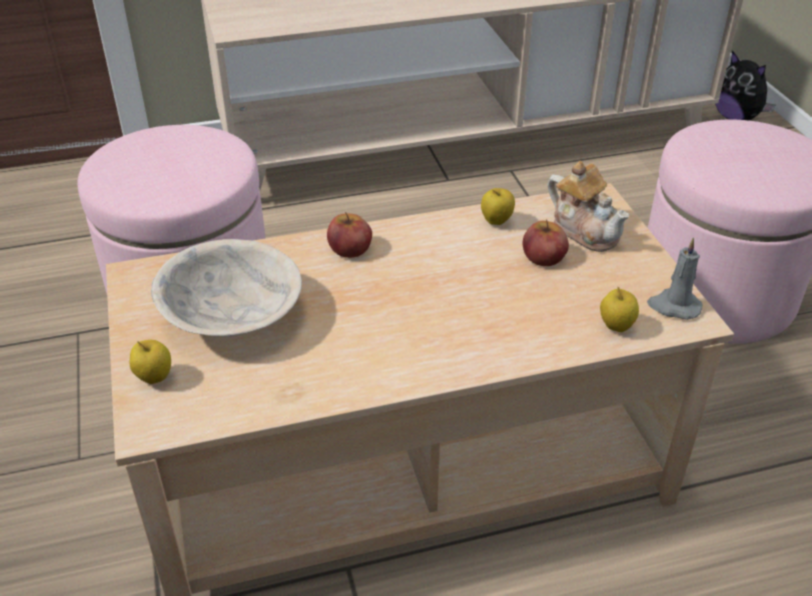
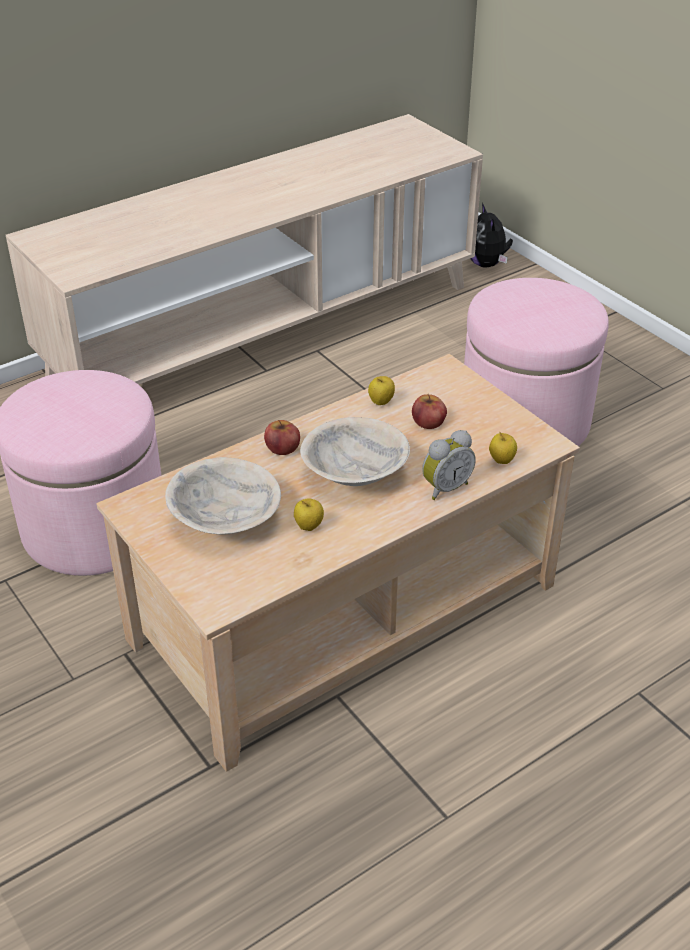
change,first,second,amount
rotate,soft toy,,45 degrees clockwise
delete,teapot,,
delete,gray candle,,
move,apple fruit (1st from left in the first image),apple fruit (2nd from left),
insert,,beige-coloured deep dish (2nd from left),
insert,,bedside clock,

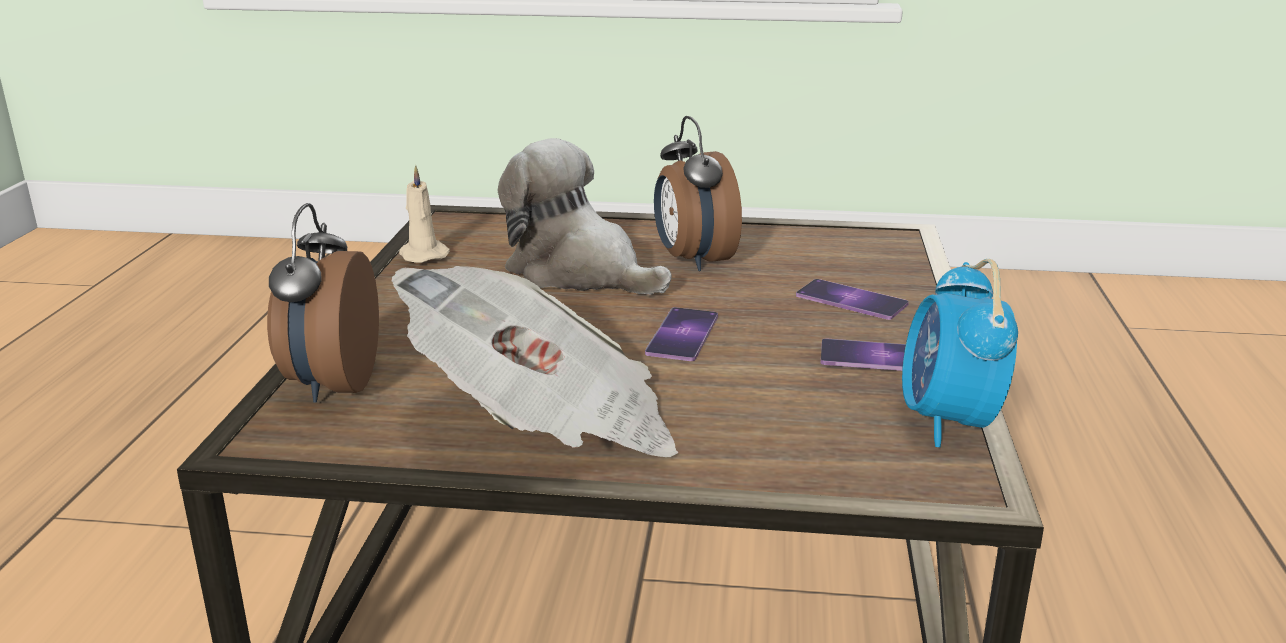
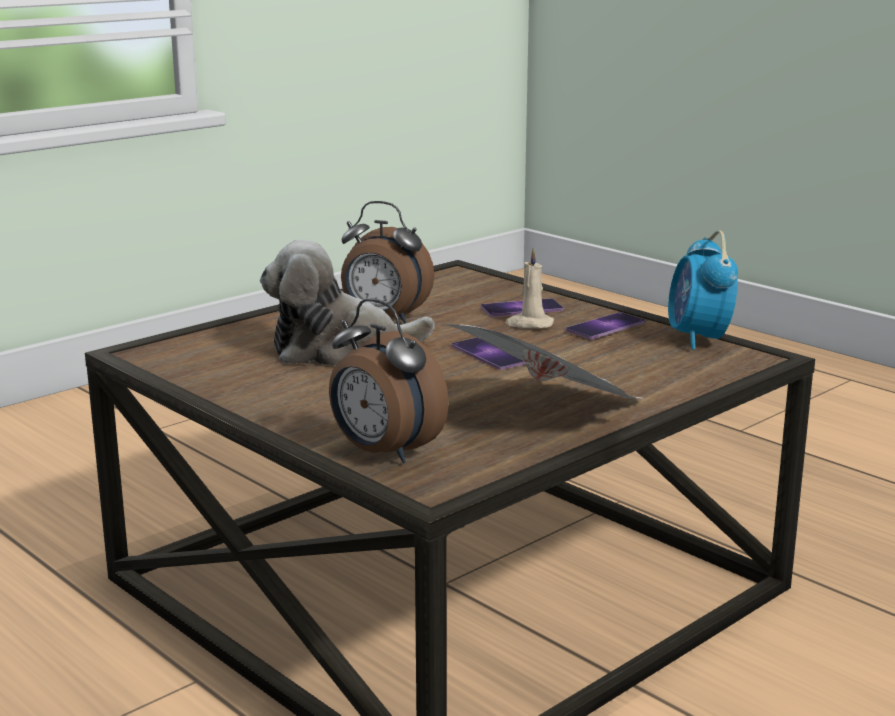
change,first,second,amount
move,beige-coloured candle,,
rotate,bedside clock (3rd from left),,45 degrees clockwise

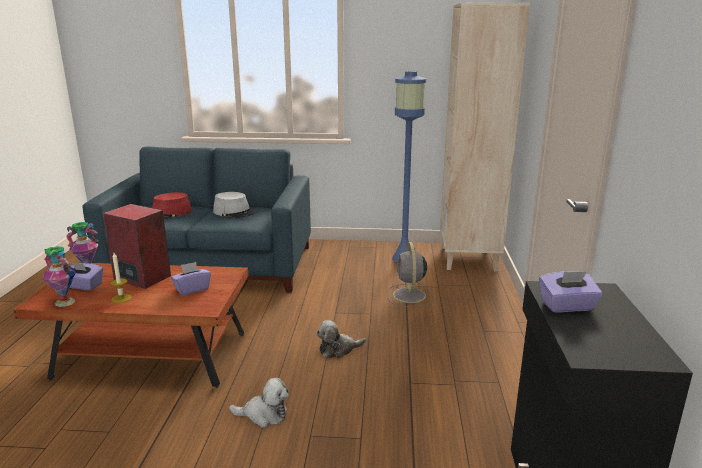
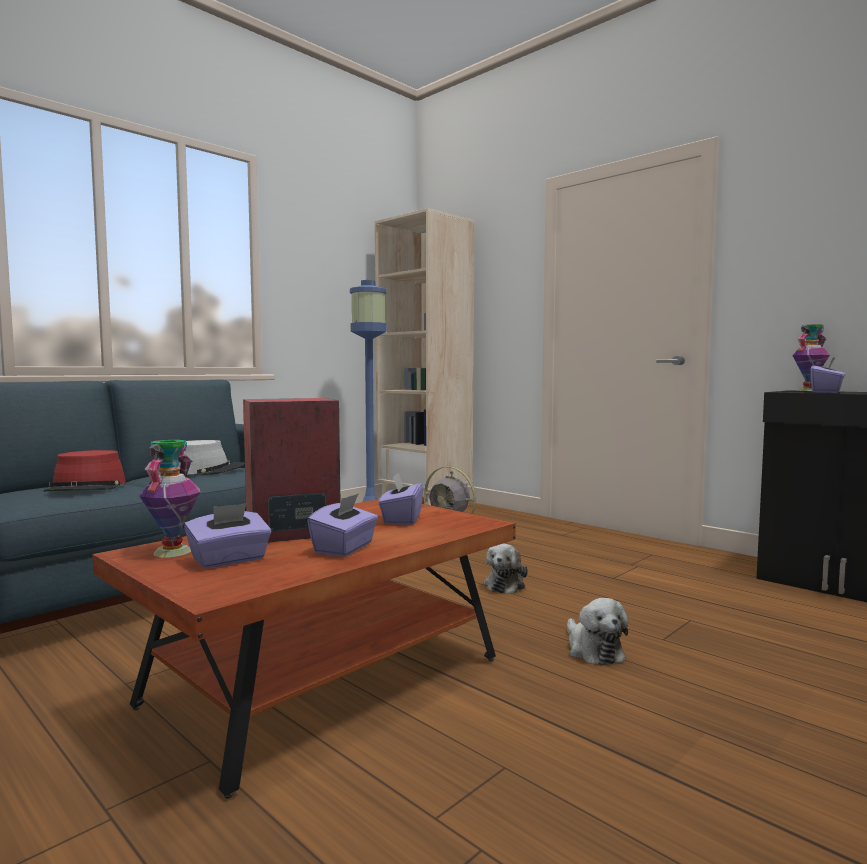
change,first,second,amount
move,flower vase (1st from left in the first image),flower vase (2nd from left),
replace,candle,purplish box of tissues (2nd from left),
rotate,soft toy (1st from left in the first image),soft toy (2nd from left),120 degrees clockwise

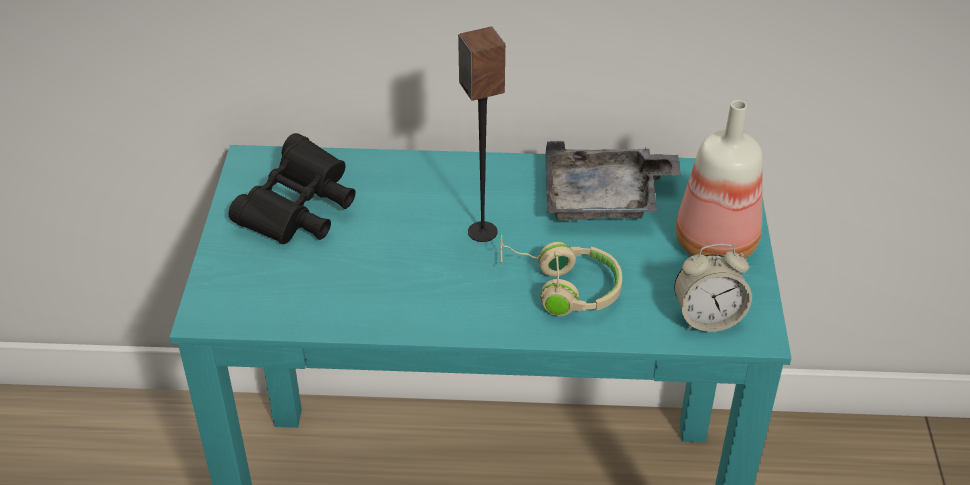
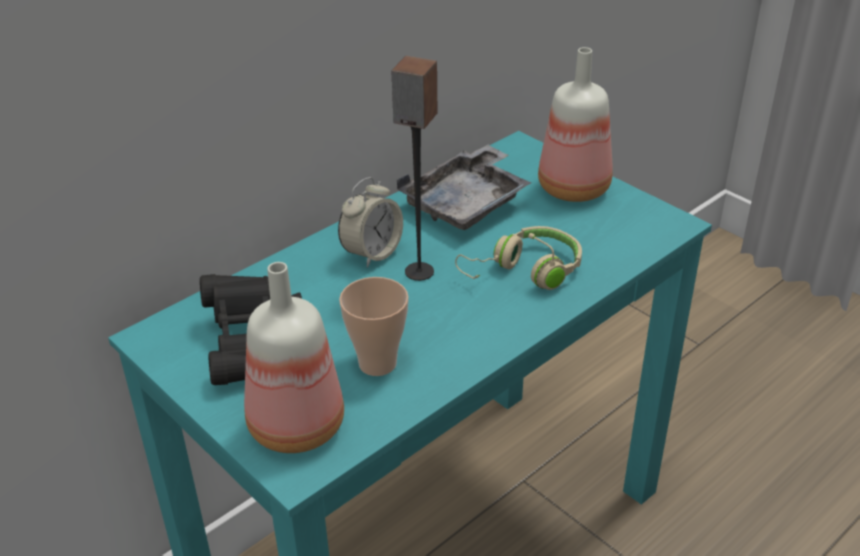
change,first,second,amount
move,bedside clock,,
insert,,beverage bottle (1st from left),
insert,,small cup,

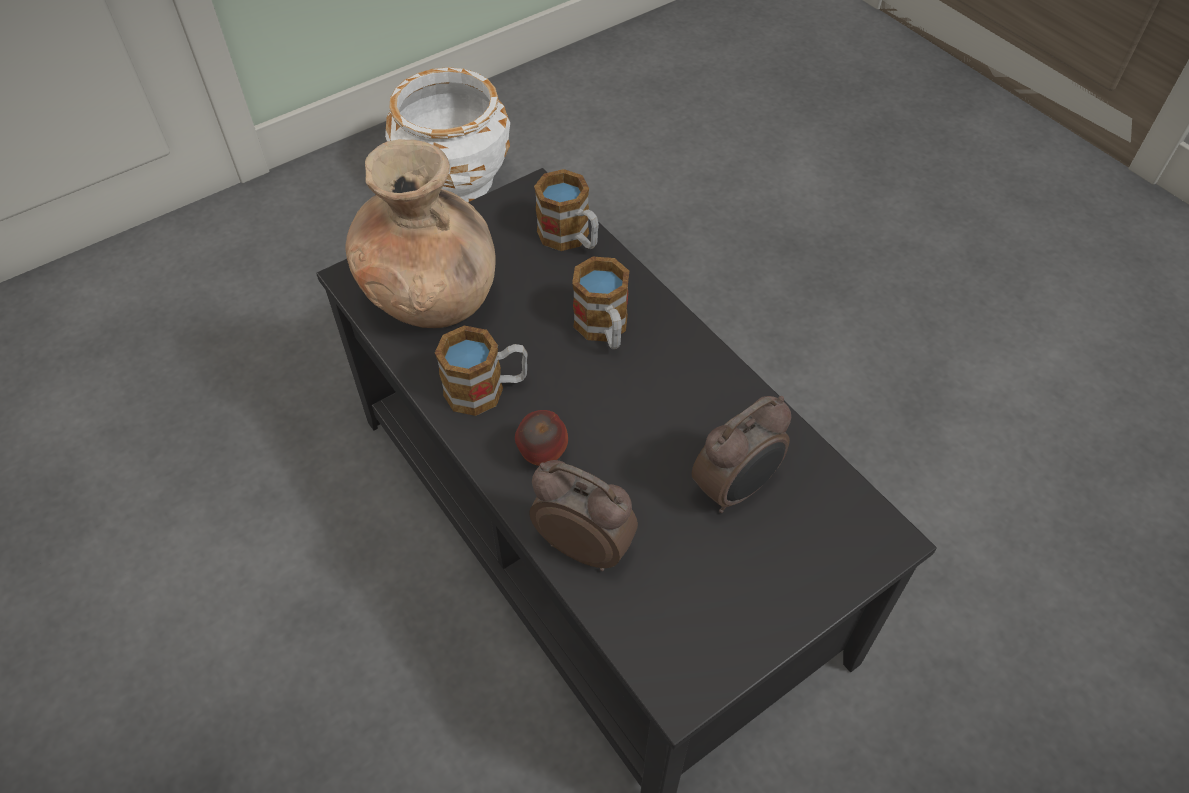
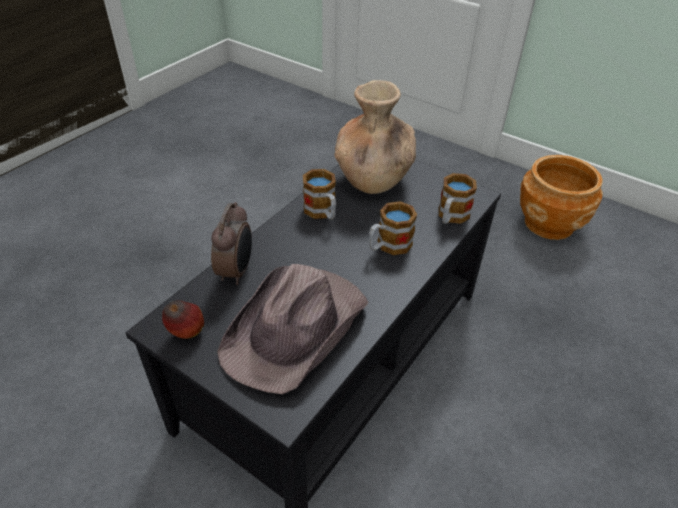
change,first,second,amount
recolor,white planter,brown planter,
replace,bedside clock (2nd from left),brown wearable hat,
move,apple fruit,,

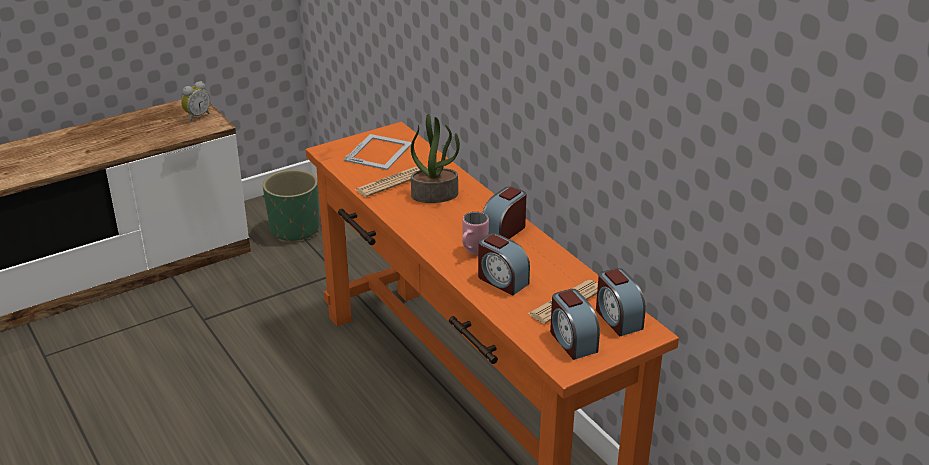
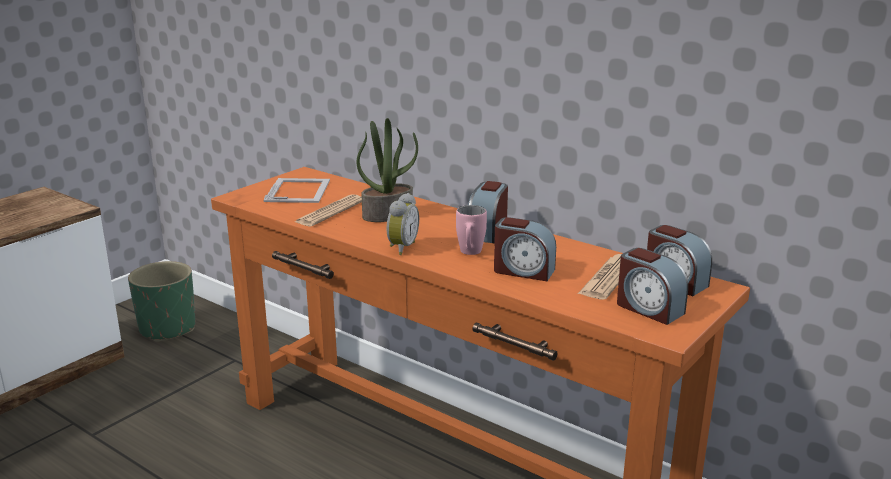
change,first,second,amount
move,bedside clock (1st from left),,

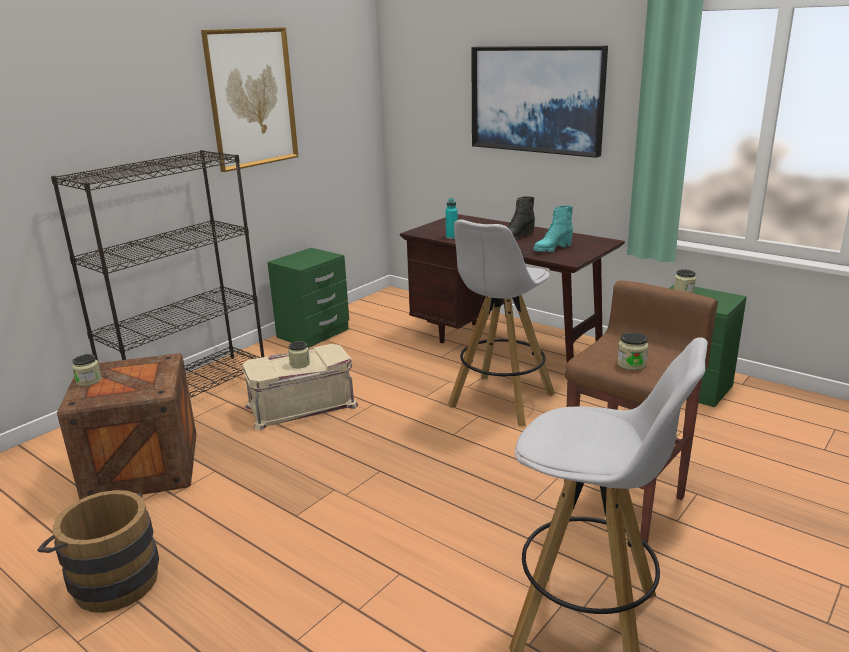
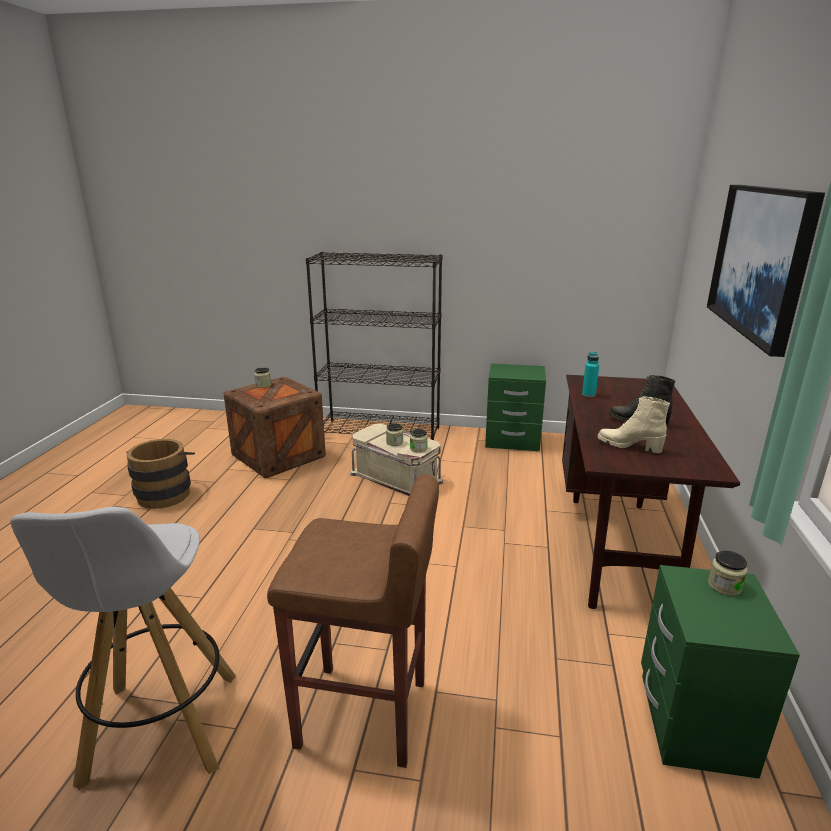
change,first,second,amount
delete,wall art (1st from left),,
recolor,turquoise high-top boot,beige-coloured high-top boot,
delete,white stool (1st from left),,
move,storage jar (3rd from left),,

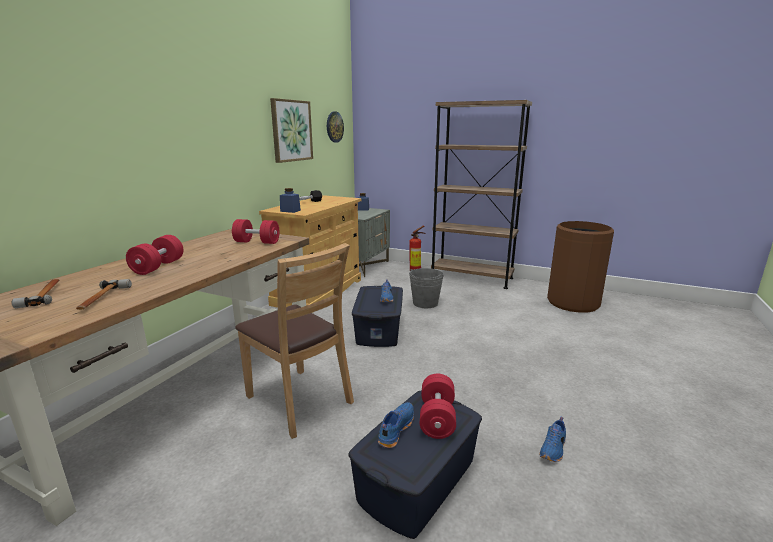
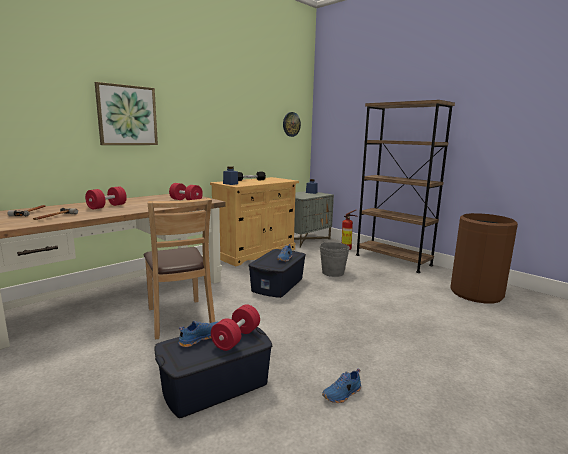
change,first,second,amount
move,wall art,,

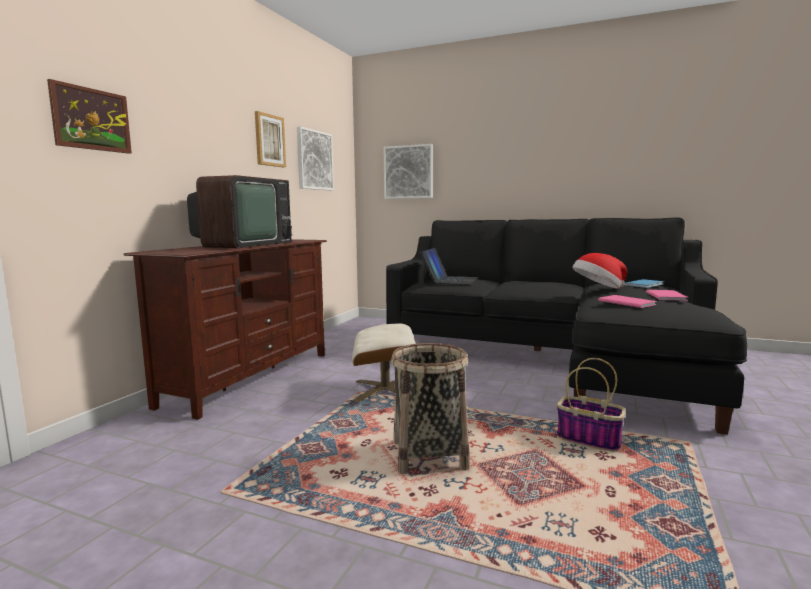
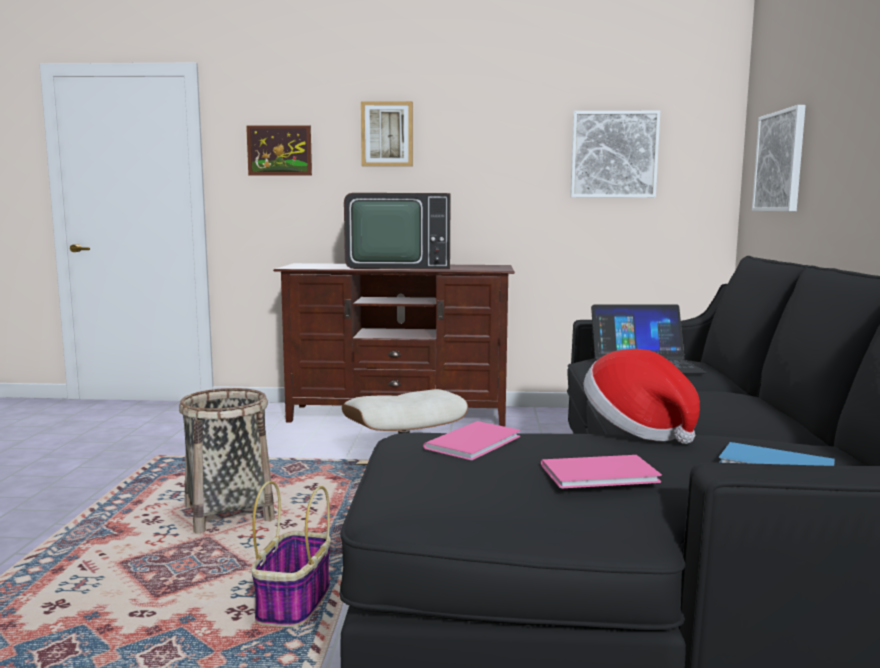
change,first,second,amount
move,wall art (2nd from left),,

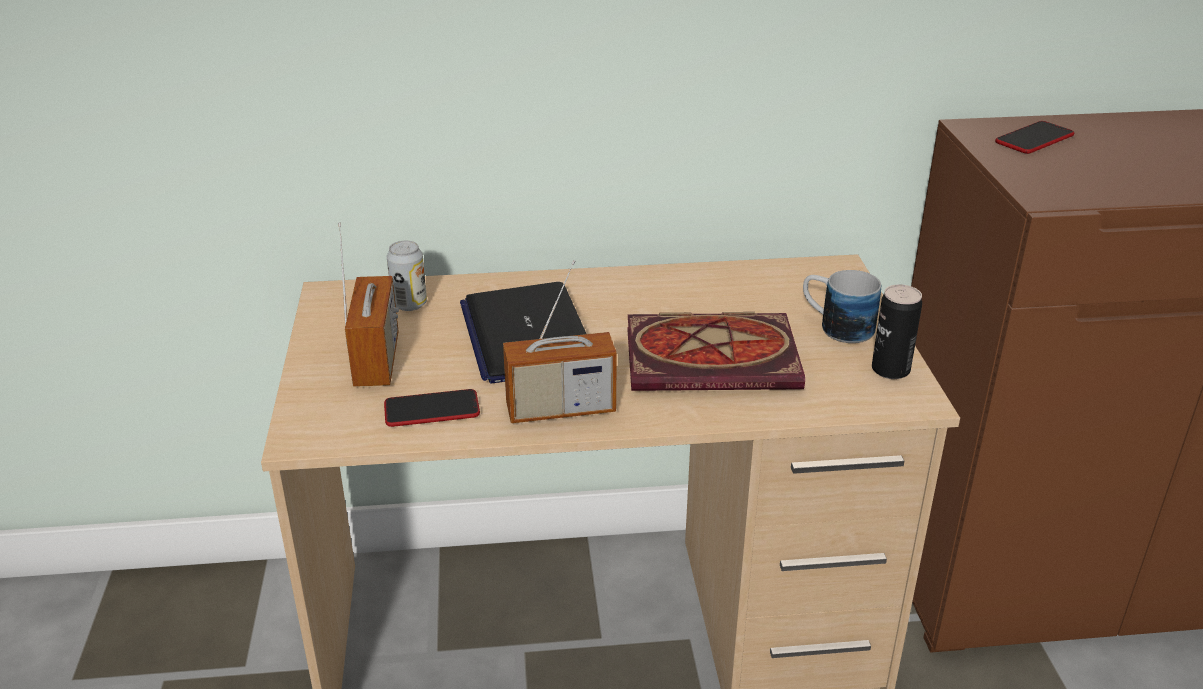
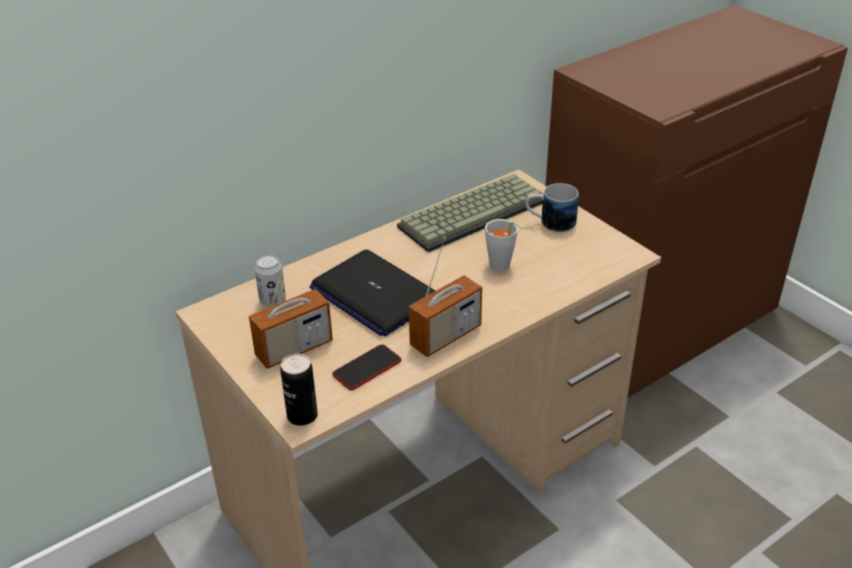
change,first,second,amount
delete,handset (2nd from left),,
rotate,radio (1st from left),,90 degrees clockwise
move,can (2nd from left),,
replace,book,gray small cup,
insert,,keyboard,

